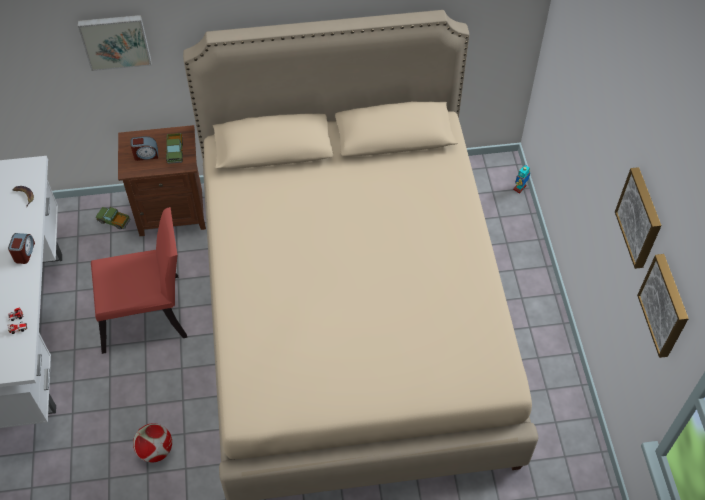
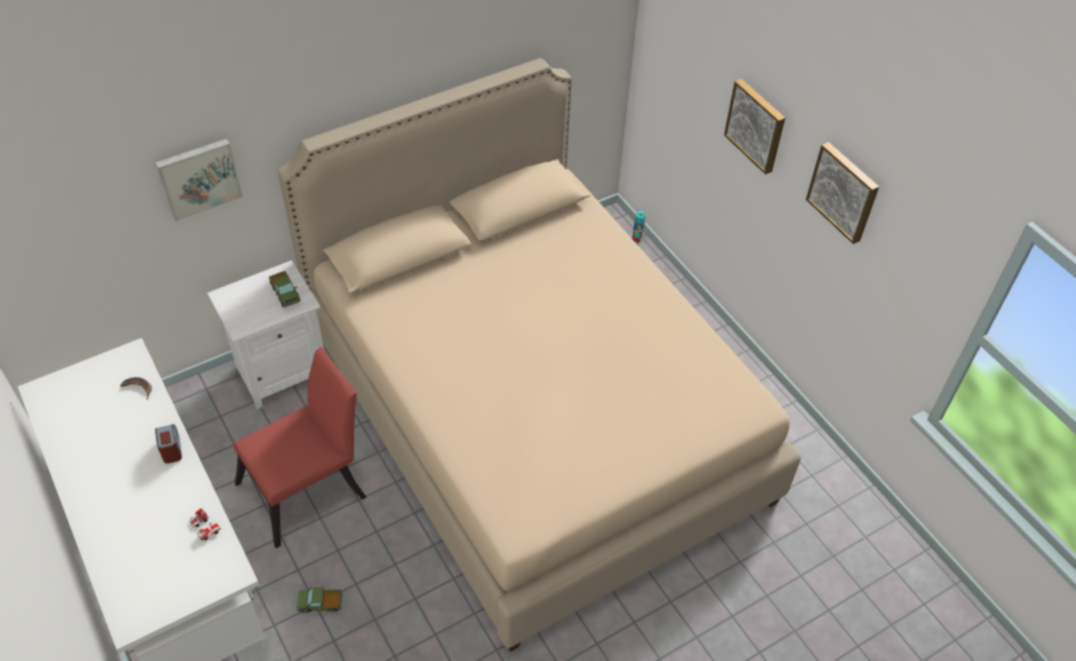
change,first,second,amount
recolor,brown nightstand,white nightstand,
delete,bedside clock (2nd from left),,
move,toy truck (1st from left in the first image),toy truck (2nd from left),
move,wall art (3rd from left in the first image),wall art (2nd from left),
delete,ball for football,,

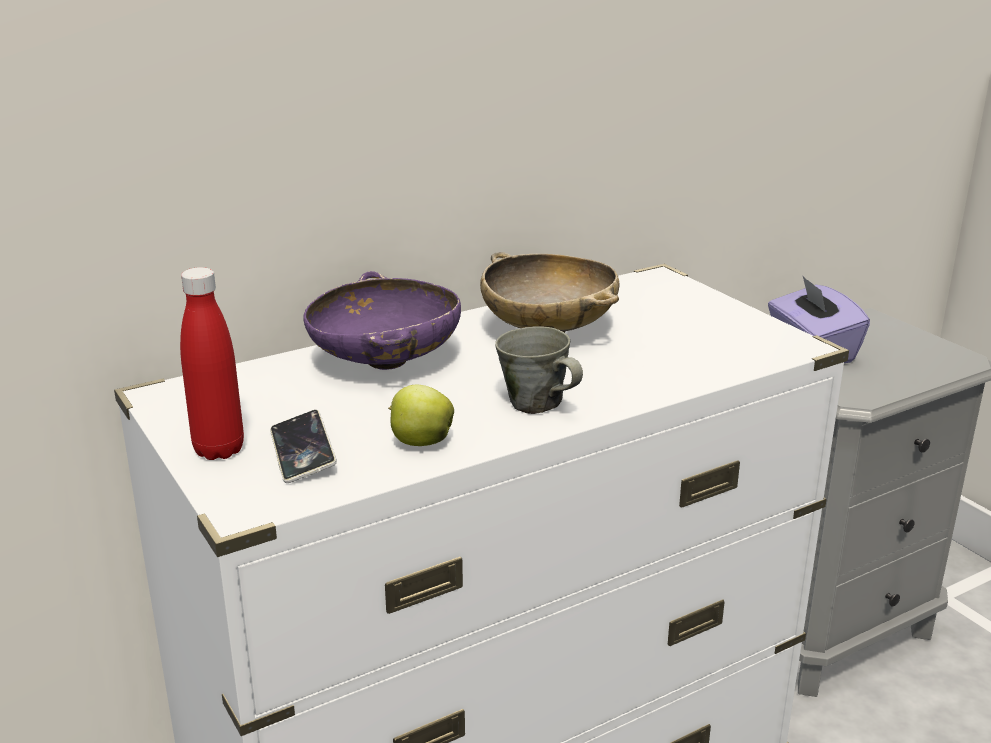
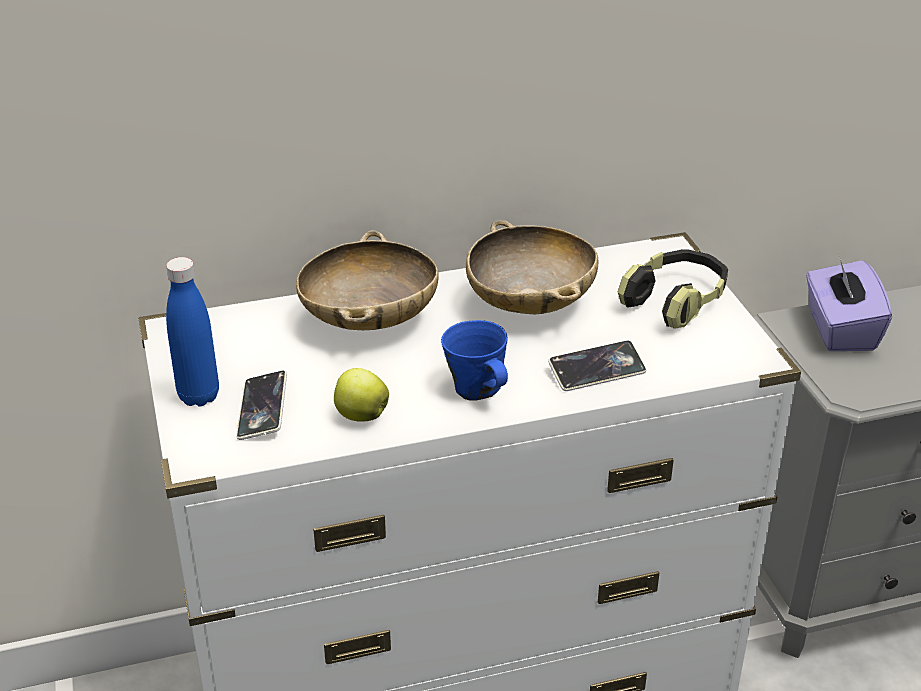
change,first,second,amount
recolor,red beverage bottle,blue-coloured beverage bottle,
recolor,purplish deep dish,beige-coloured deep dish (1st from left),
recolor,gray tea mug,blue-coloured tea mug,
insert,,headset,
insert,,handset (2nd from left),

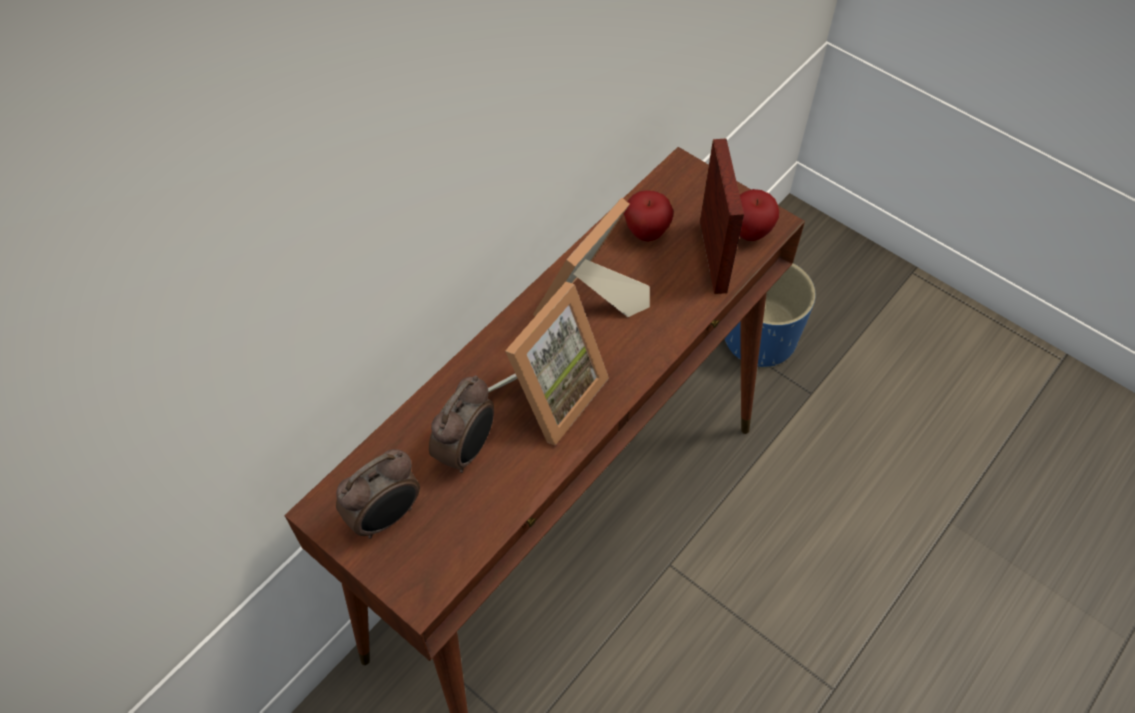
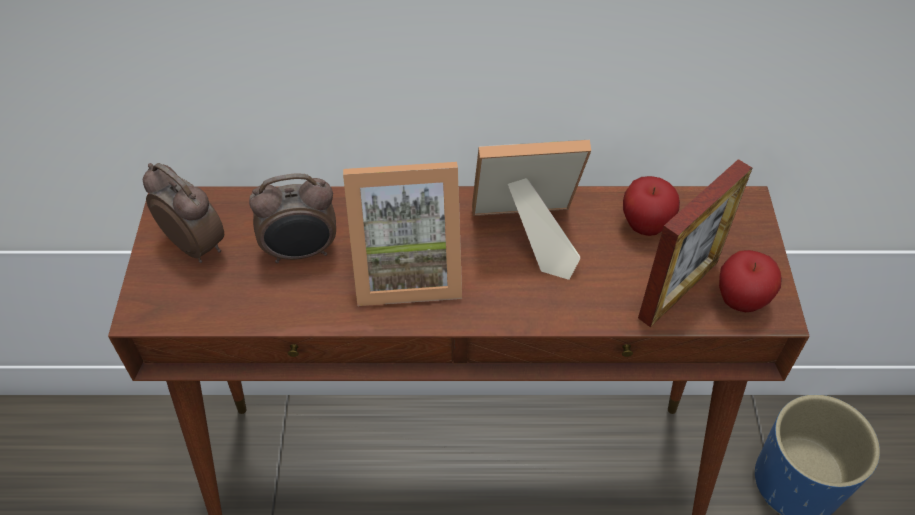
change,first,second,amount
rotate,bedside clock (1st from left),,150 degrees counterclockwise

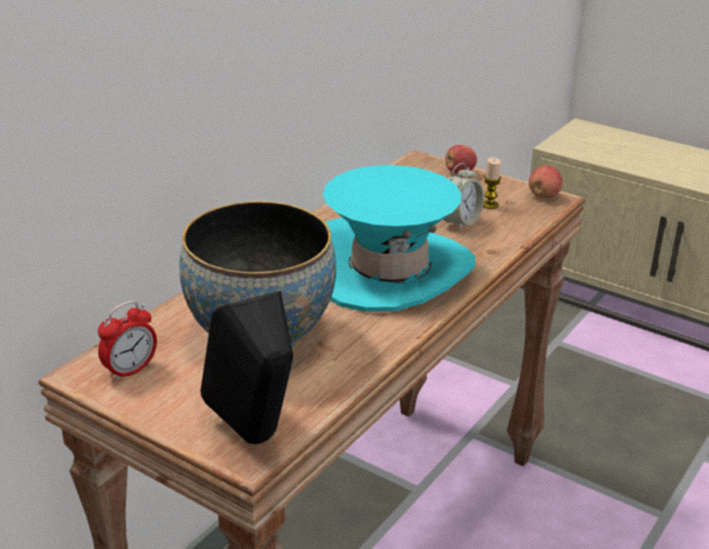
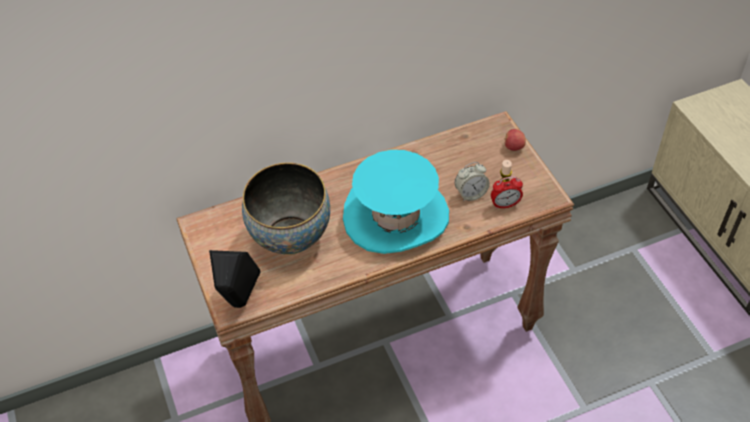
change,first,second,amount
delete,apple fruit (2nd from left),,
move,bedside clock (1st from left in the first image),bedside clock (2nd from left),

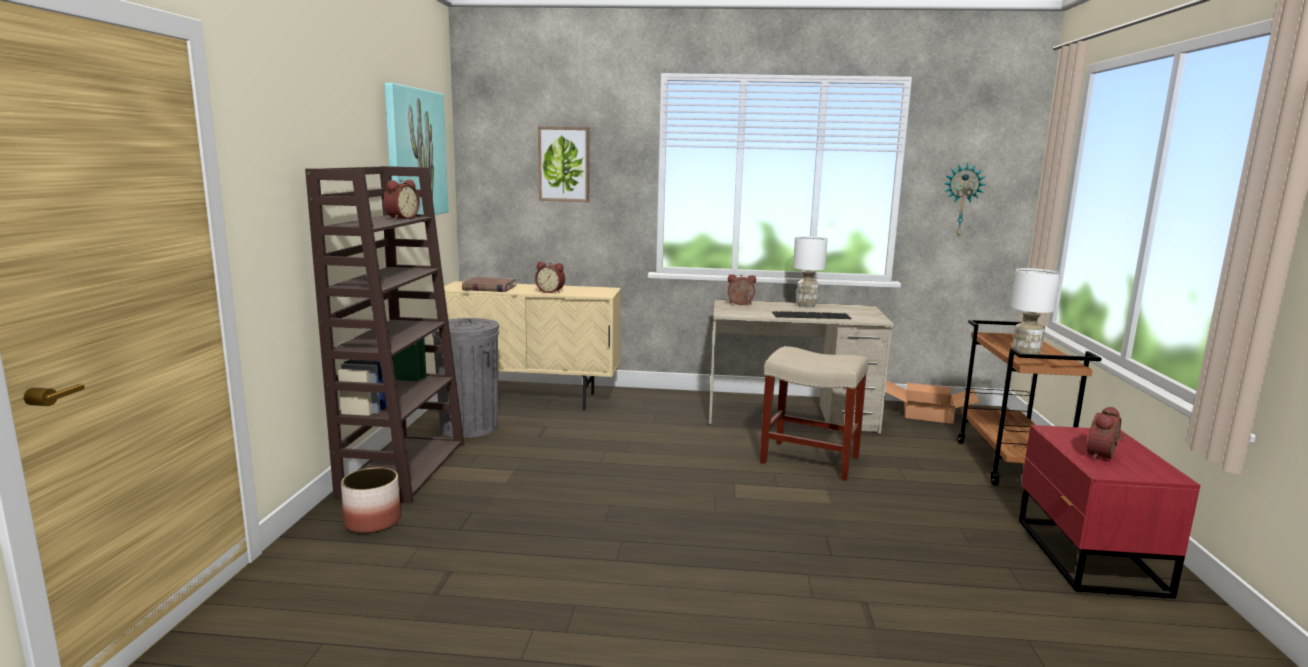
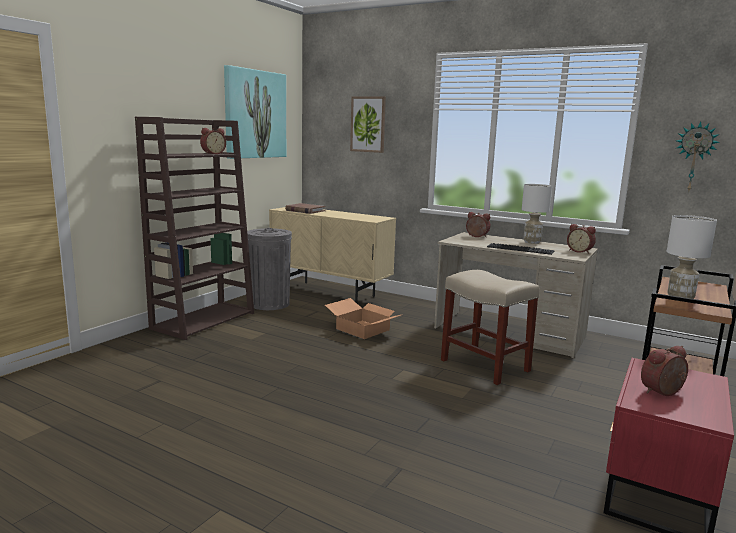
change,first,second,amount
move,bedside clock (2nd from left in the first image),bedside clock (3rd from left),
move,packing box,,
delete,planter,,

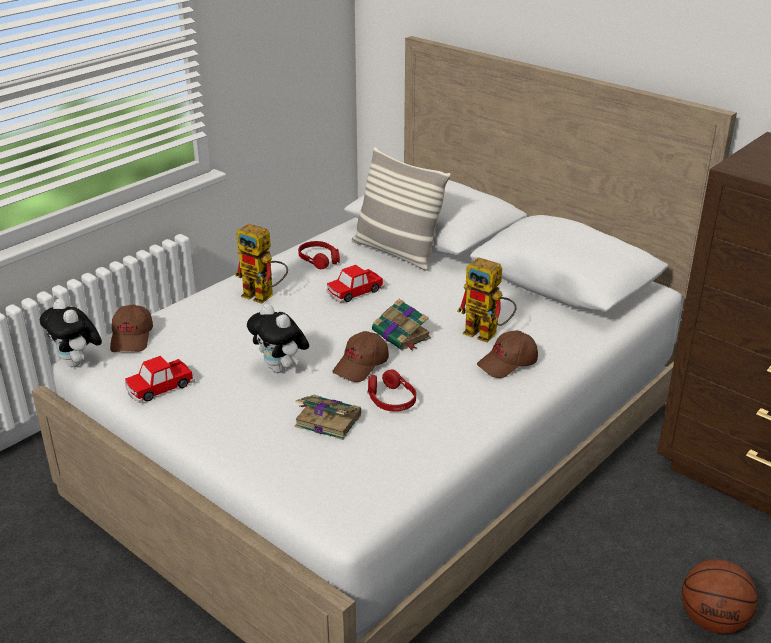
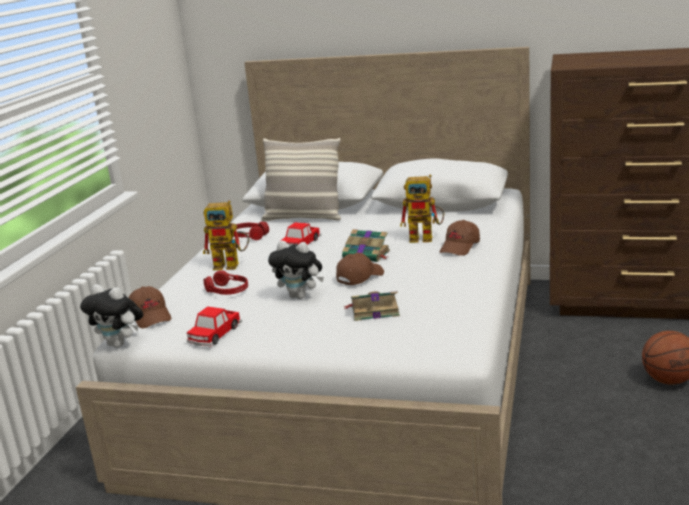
change,first,second,amount
rotate,brown peaked cap (2nd from left),,150 degrees counterclockwise
move,red headset (2nd from left in the first image),red headset (1st from left),

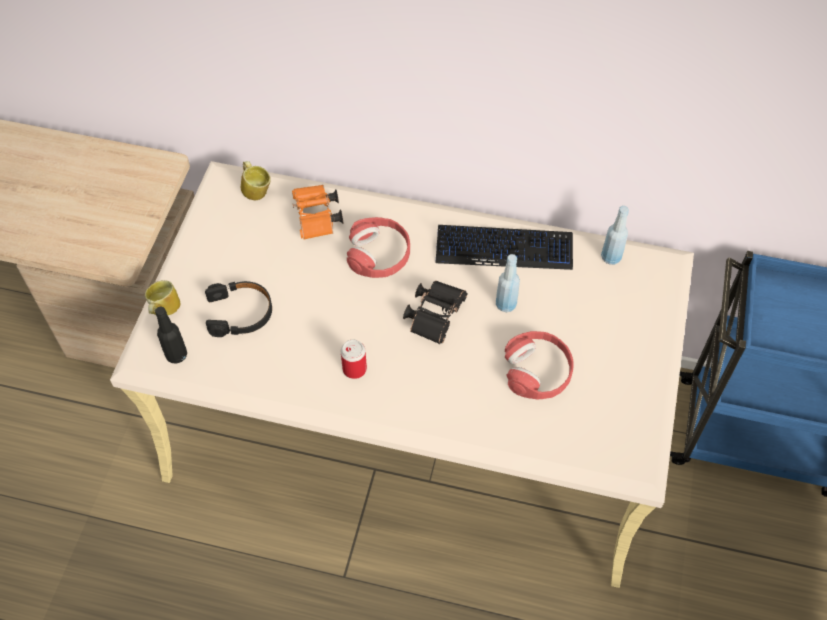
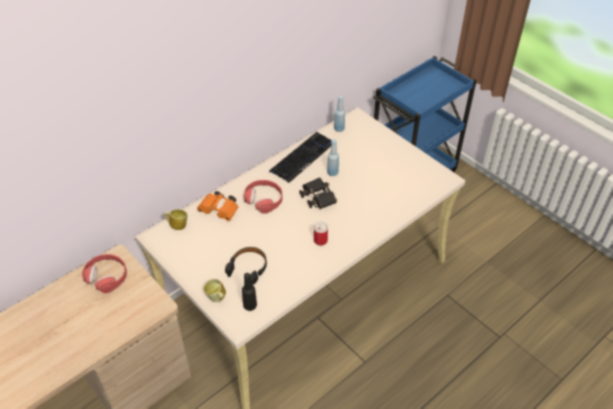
change,first,second,amount
move,red headset (2nd from left in the first image),red headset (1st from left),

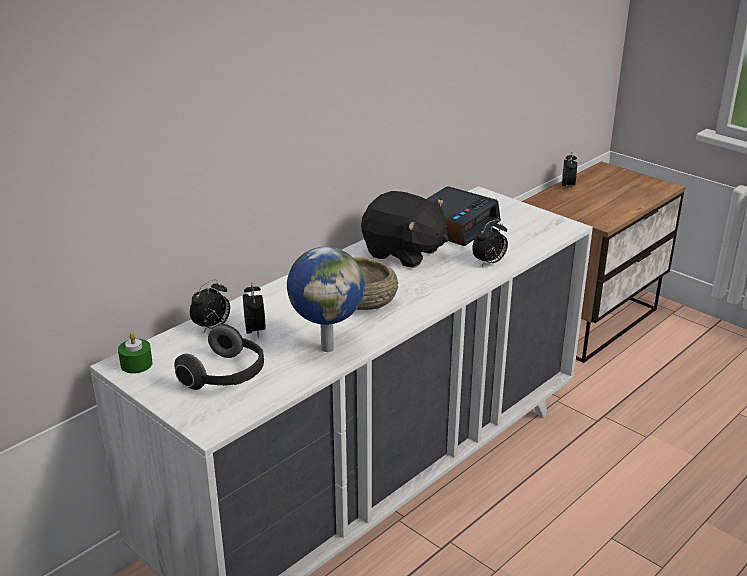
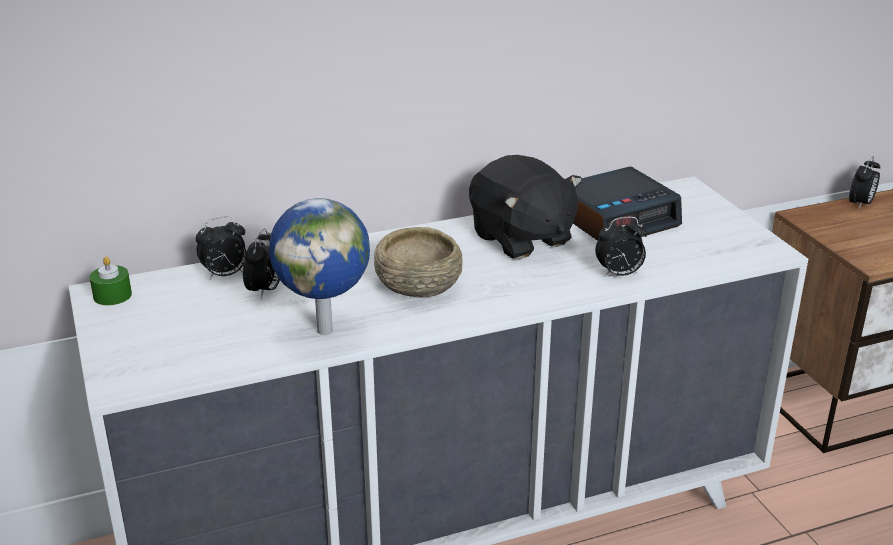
change,first,second,amount
delete,headset,,

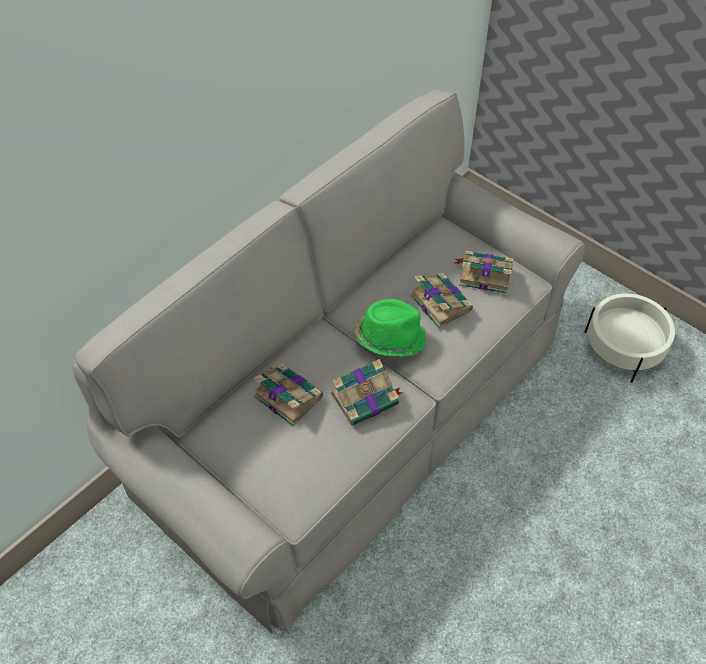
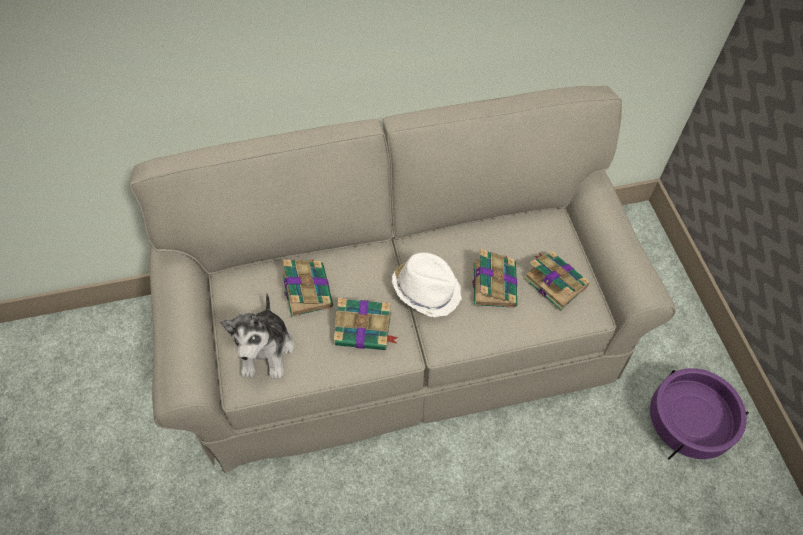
change,first,second,amount
recolor,beige-coloured planter,purplish planter,
recolor,greenish wearable hat,white wearable hat,
insert,,soft toy,

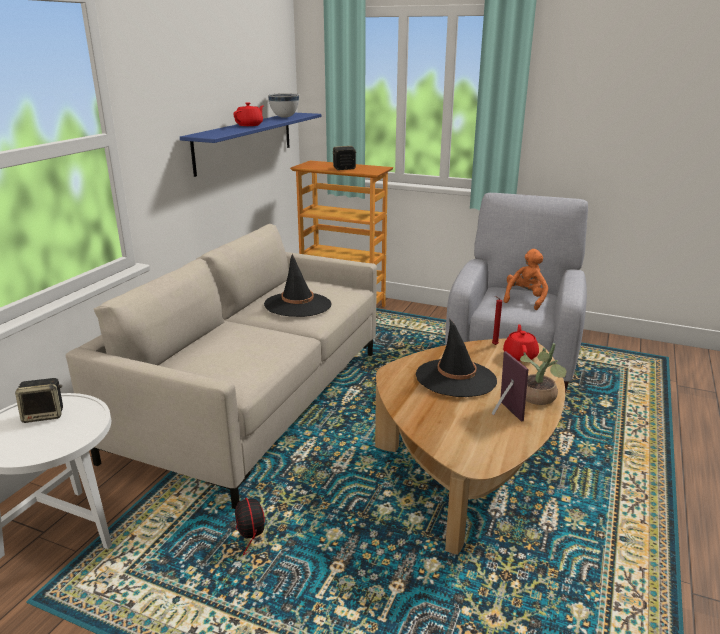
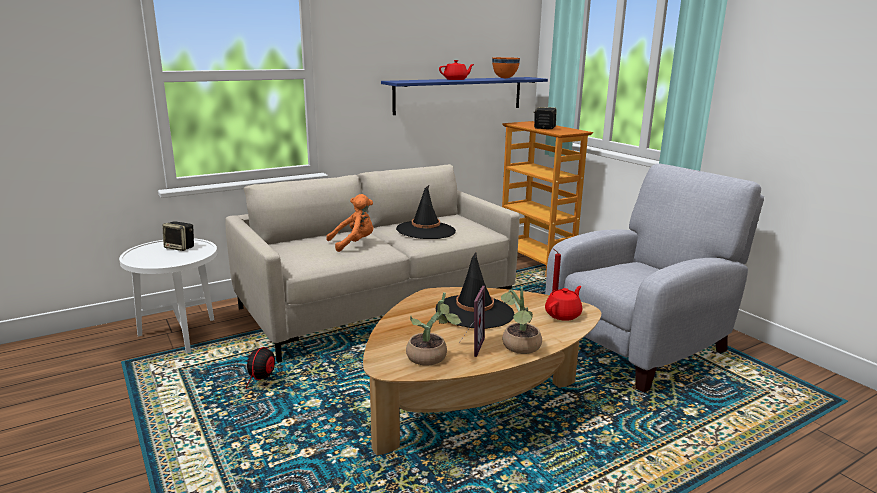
change,first,second,amount
recolor,white deep dish,orange deep dish,
move,orange soft toy,,
insert,,plant in a pot (1st from left),

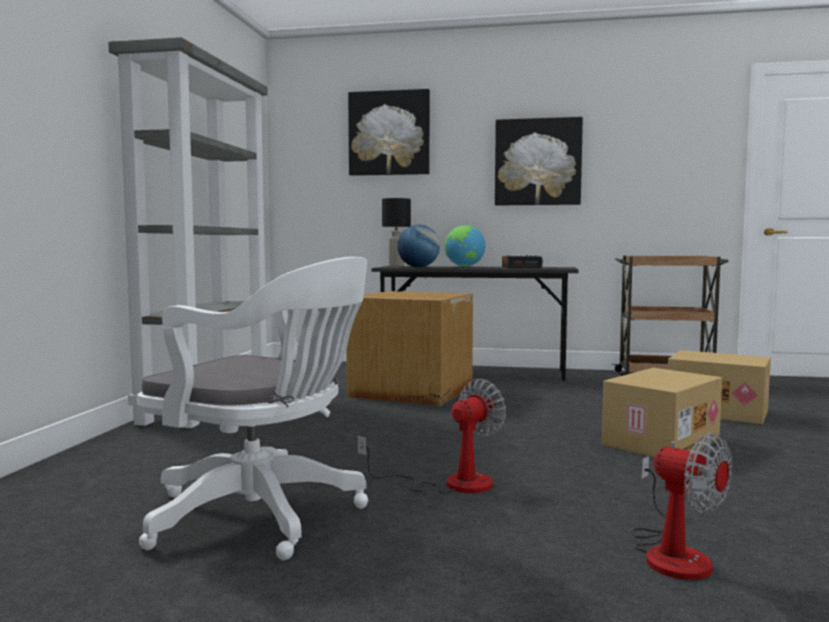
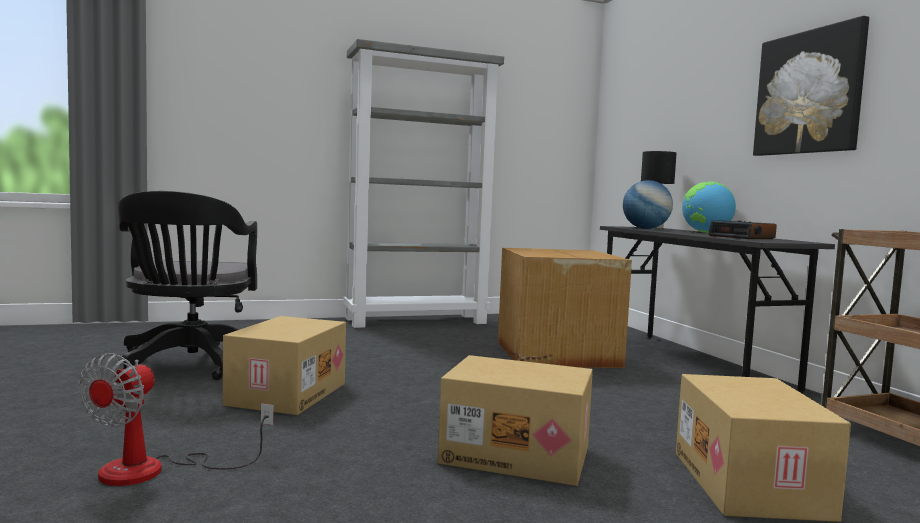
change,first,second,amount
delete,wall art (1st from left),,
recolor,white desk chair,black desk chair,
replace,electric fan (1st from left),packing box (1st from left),

